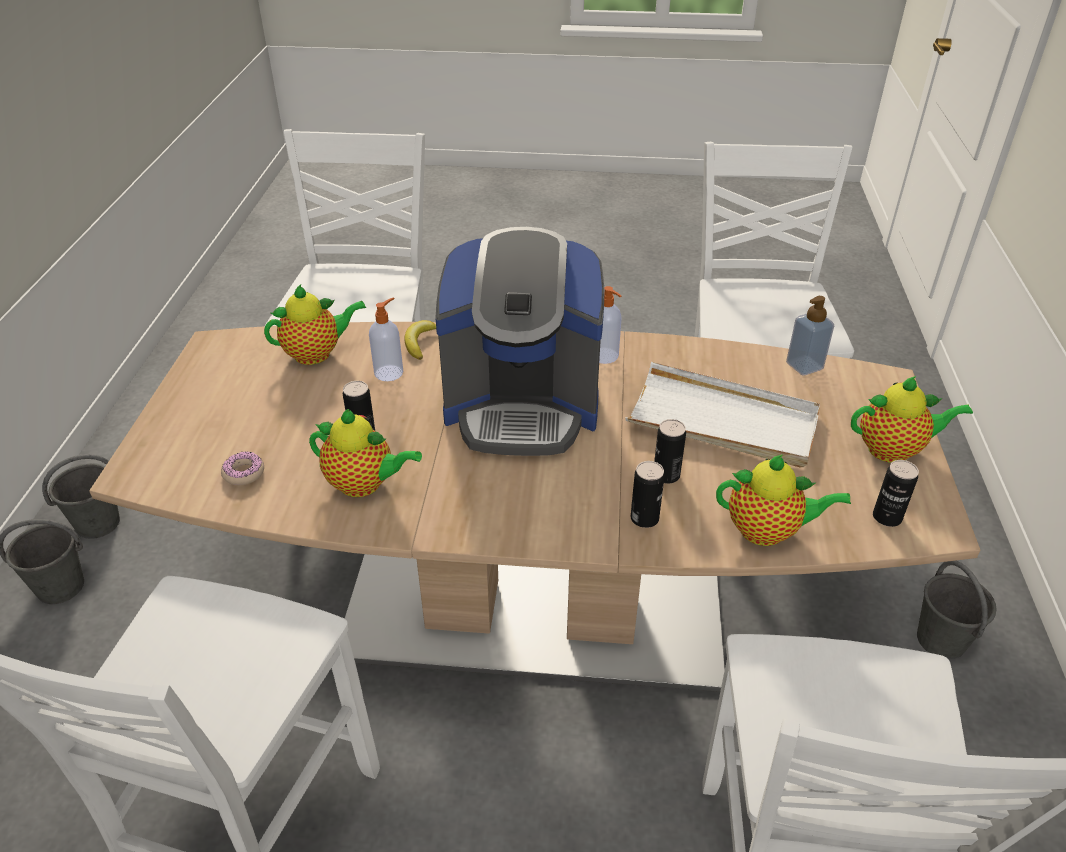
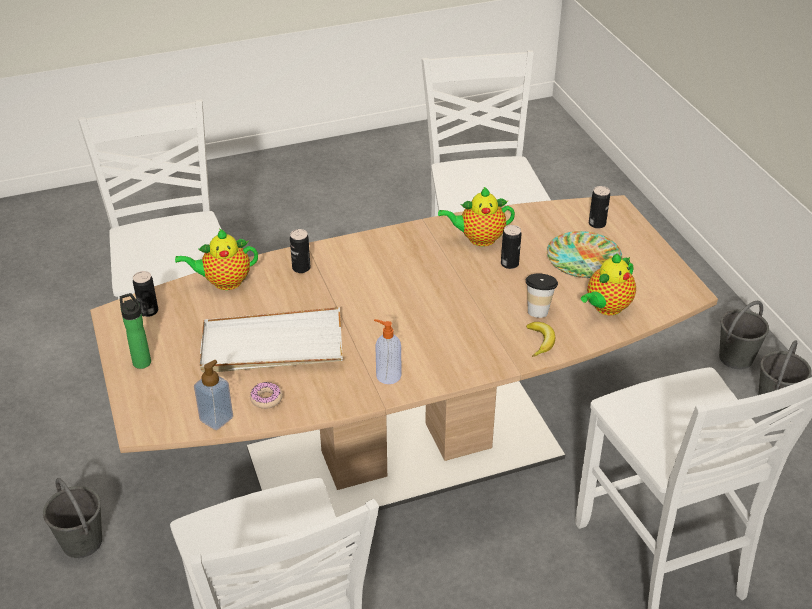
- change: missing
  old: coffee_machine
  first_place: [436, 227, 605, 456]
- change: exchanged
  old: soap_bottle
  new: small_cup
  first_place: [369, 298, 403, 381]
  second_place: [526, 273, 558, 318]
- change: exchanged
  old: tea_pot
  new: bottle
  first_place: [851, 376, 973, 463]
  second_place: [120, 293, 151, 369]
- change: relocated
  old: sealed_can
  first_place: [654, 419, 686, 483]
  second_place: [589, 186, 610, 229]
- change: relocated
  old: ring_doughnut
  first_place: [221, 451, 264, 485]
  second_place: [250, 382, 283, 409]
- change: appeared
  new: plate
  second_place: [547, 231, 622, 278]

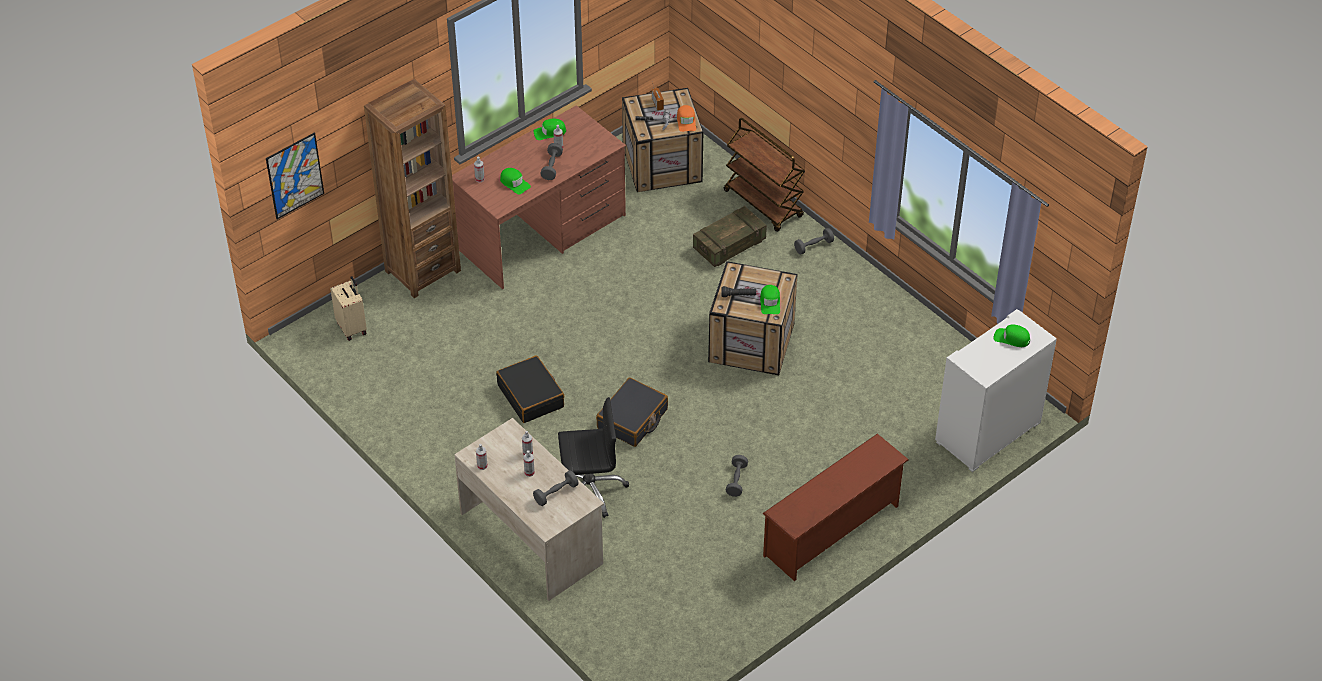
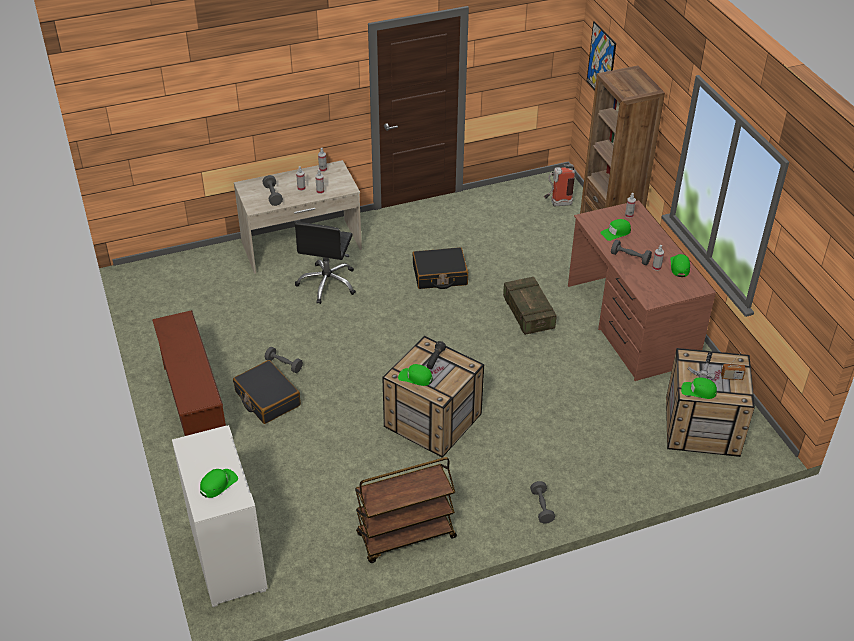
- change: colour
  old: orange-coloured_peaked_cap
  new: greenish_peaked_cap
  first_place: [677, 105, 696, 132]
  second_place: [681, 377, 717, 399]
- change: relocated
  old: brownish_trolley
  first_place: [724, 118, 805, 232]
  second_place: [355, 457, 457, 563]
- change: relocated
  old: packing_crate
  first_place: [693, 206, 767, 267]
  second_place: [503, 277, 557, 335]
- change: exchanged
  old: beige-coloured_piece_of_luggage
  new: extinguisher
  first_place: [330, 276, 367, 341]
  second_place: [544, 164, 575, 206]
- change: relocated
  old: black_piece_of_luggage
  first_place: [596, 377, 668, 447]
  second_place: [233, 360, 301, 424]

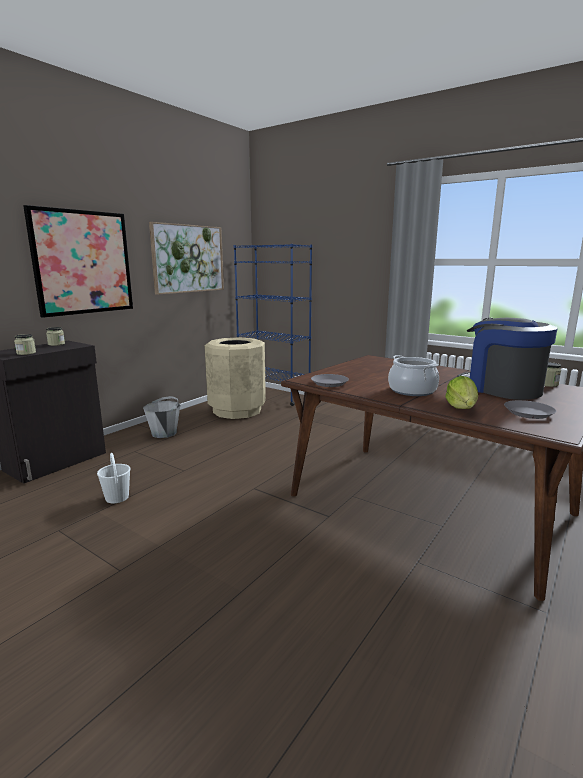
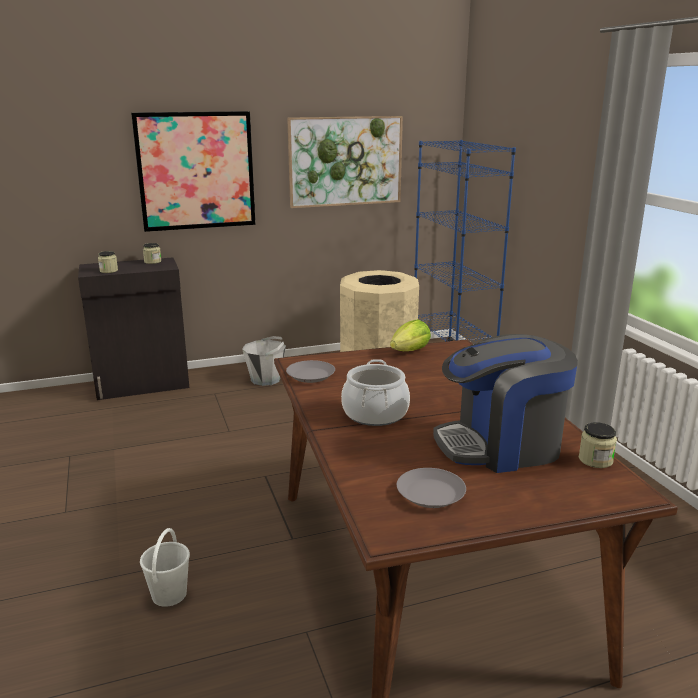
- change: spun
  old: coffee_machine
  first_place: [457, 318, 558, 400]
  second_place: [433, 334, 578, 473]
  degrees: -105
- change: relocated
  old: head_of_lettuce
  first_place: [445, 376, 478, 409]
  second_place: [390, 319, 431, 351]
- change: relocated
  old: white-coloured_pail
  first_place: [97, 453, 131, 503]
  second_place: [140, 528, 190, 607]

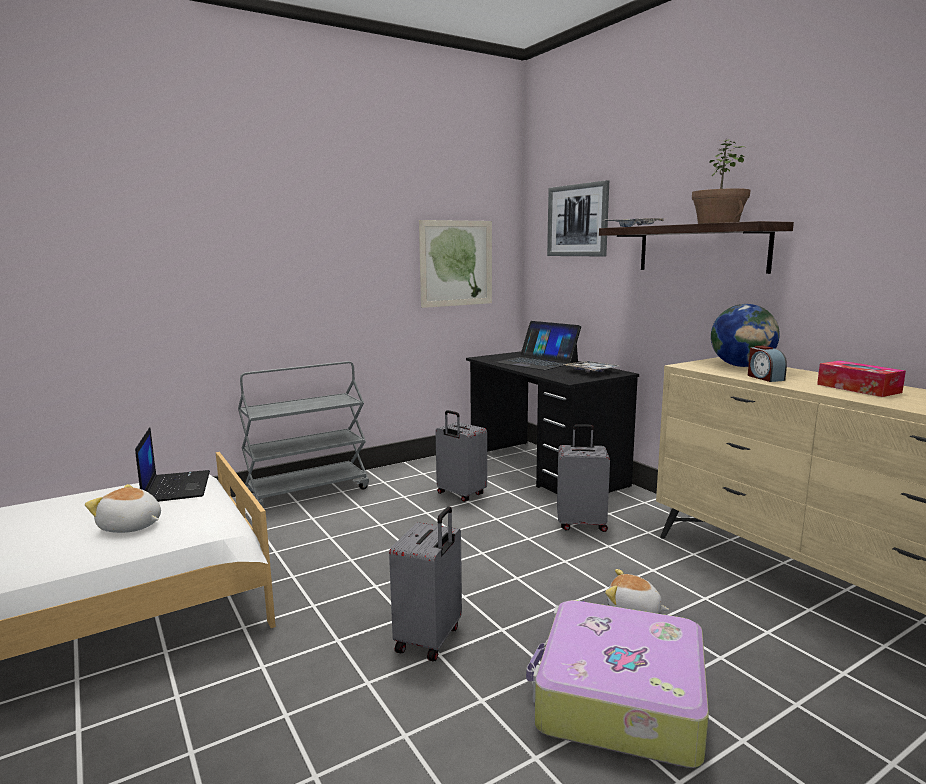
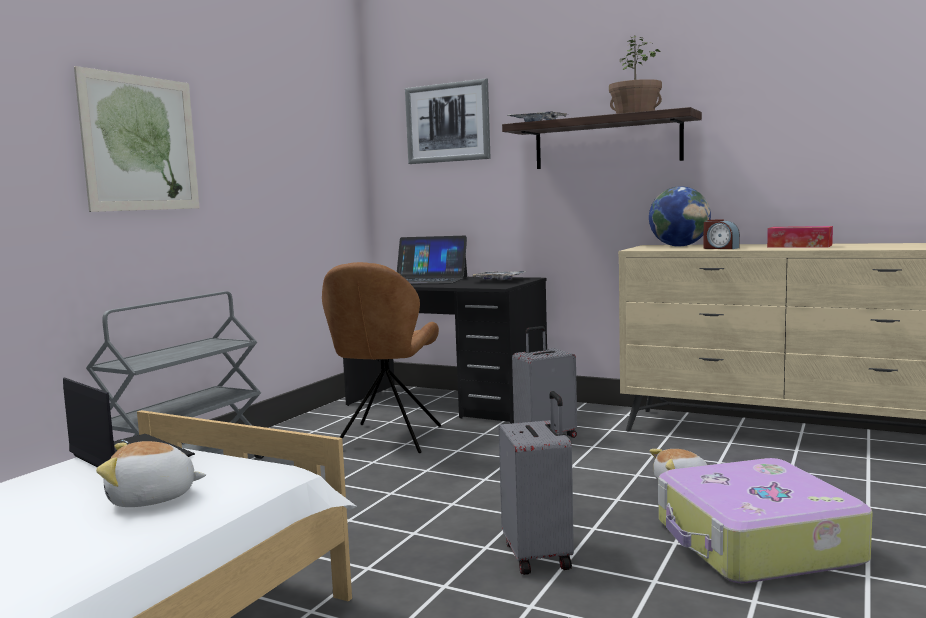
- change: relocated
  old: wall_picture
  first_place: [419, 220, 492, 308]
  second_place: [74, 66, 200, 212]
- change: exchanged
  old: greyish_piece_of_luggage
  new: brownish_chair
  first_place: [435, 410, 487, 502]
  second_place: [322, 262, 441, 453]

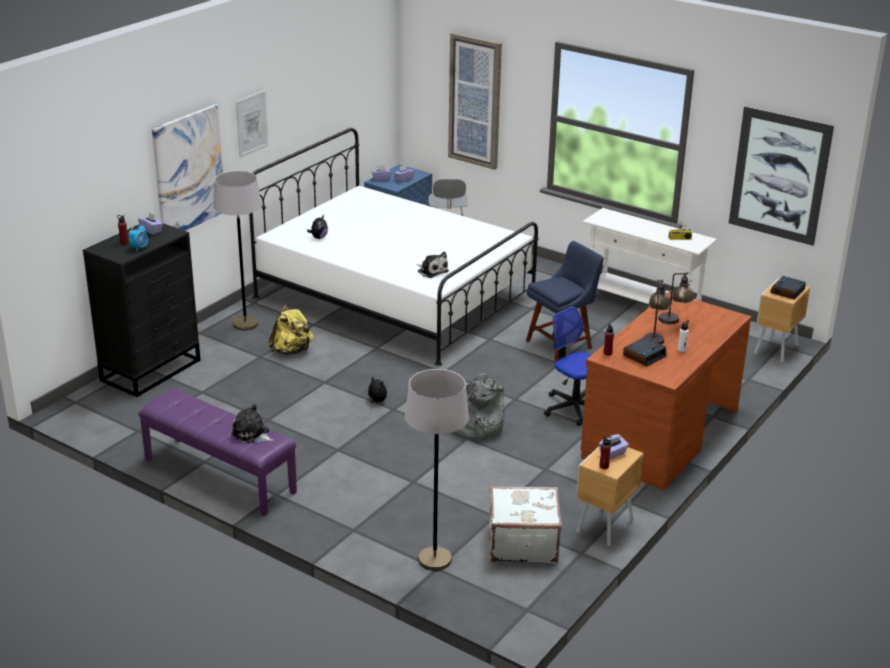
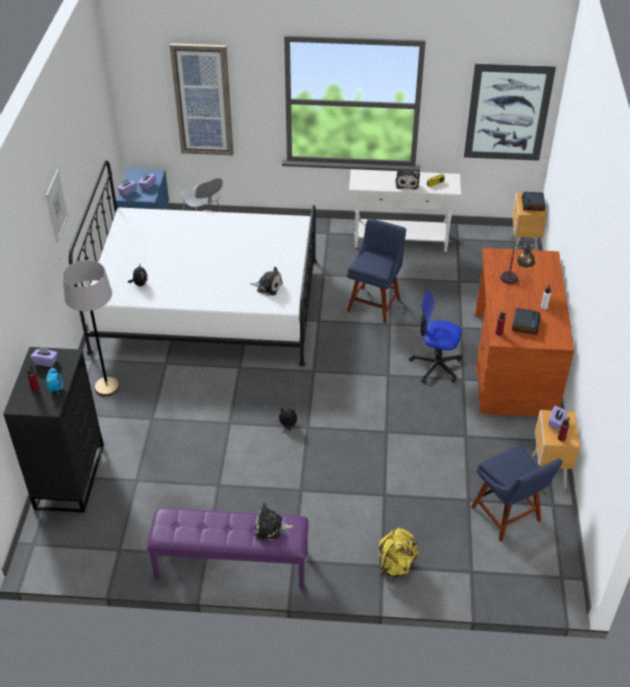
- change: missing
  old: wall_picture
  first_place: [152, 104, 223, 231]
- change: missing
  old: tabletop_lamp
  first_place: [644, 280, 671, 345]
- change: relocated
  old: yellowish_rucksack
  first_place: [268, 304, 313, 355]
  second_place: [379, 528, 418, 579]
- change: missing
  old: greyish_standard_lamp
  first_place: [405, 369, 469, 571]
- change: missing
  old: greyish_rucksack
  first_place: [454, 373, 505, 441]
- change: exchanged
  old: white-coloured_piece_of_luggage
  new: blue_chair
  first_place: [489, 486, 562, 563]
  second_place: [471, 445, 563, 542]
- change: appeared
  new: soft_toy
  second_place: [395, 170, 420, 190]

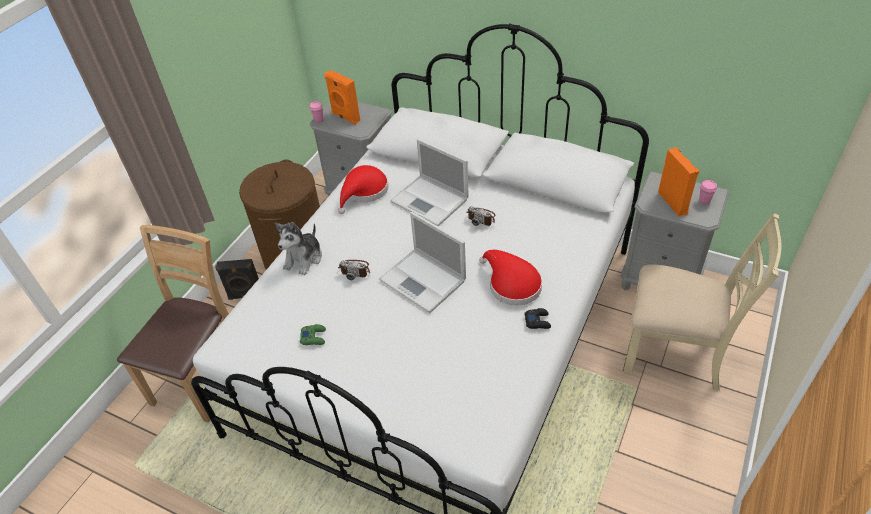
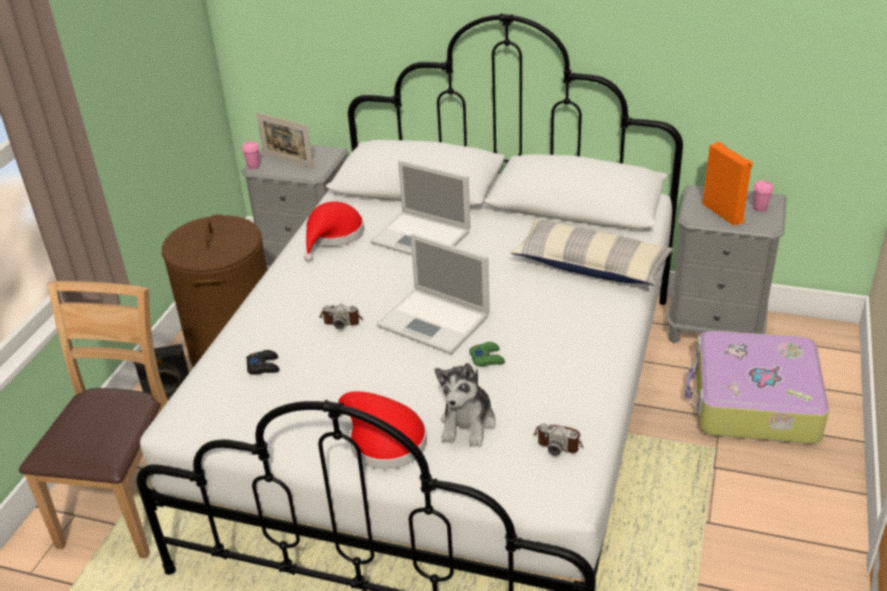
- change: exchanged
  old: orange-coloured_loudspeaker
  new: standing_frame
  first_place: [324, 70, 360, 125]
  second_place: [256, 113, 314, 168]
- change: relocated
  old: still_camera
  first_place: [466, 206, 495, 226]
  second_place: [534, 423, 583, 456]
- change: exchanged
  old: beige-coloured_chair
  new: piece_of_luggage
  first_place: [623, 213, 782, 390]
  second_place: [685, 331, 829, 444]
- change: relocated
  old: soft_toy
  first_place: [275, 222, 322, 275]
  second_place: [435, 363, 496, 448]
- change: relocated
  old: red_wearable_hat
  first_place: [479, 250, 542, 306]
  second_place: [338, 391, 427, 469]
- change: relocated
  old: black_joypad
  first_place: [524, 308, 551, 329]
  second_place: [246, 350, 280, 375]
- change: relocated
  old: greenish_joypad
  first_place: [300, 324, 326, 345]
  second_place: [469, 342, 505, 367]
- change: appeared
  new: cushion
  second_place: [510, 219, 673, 286]

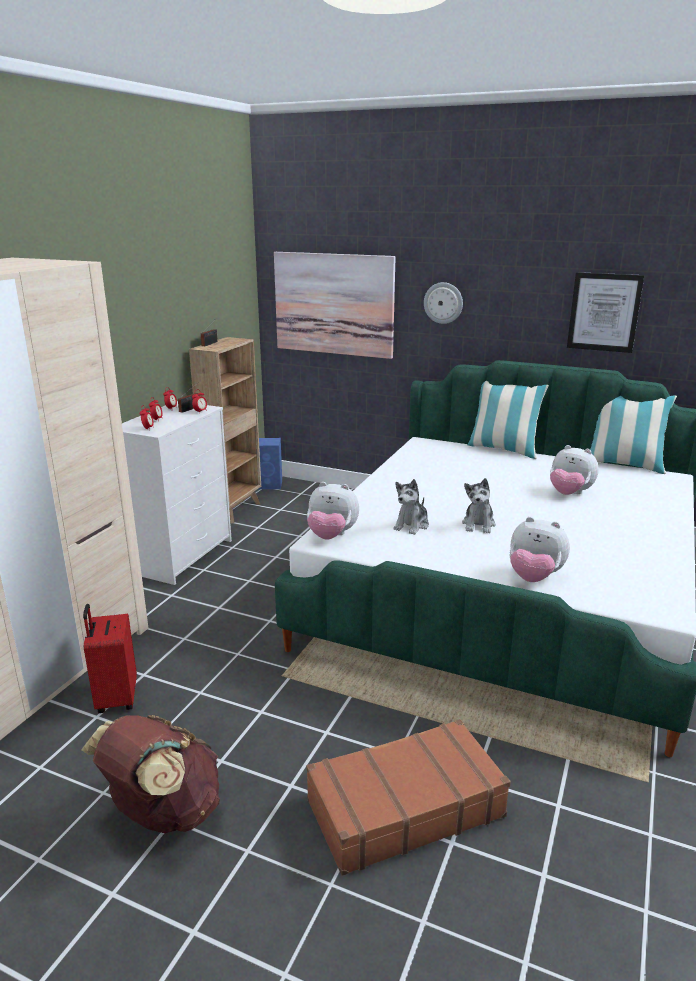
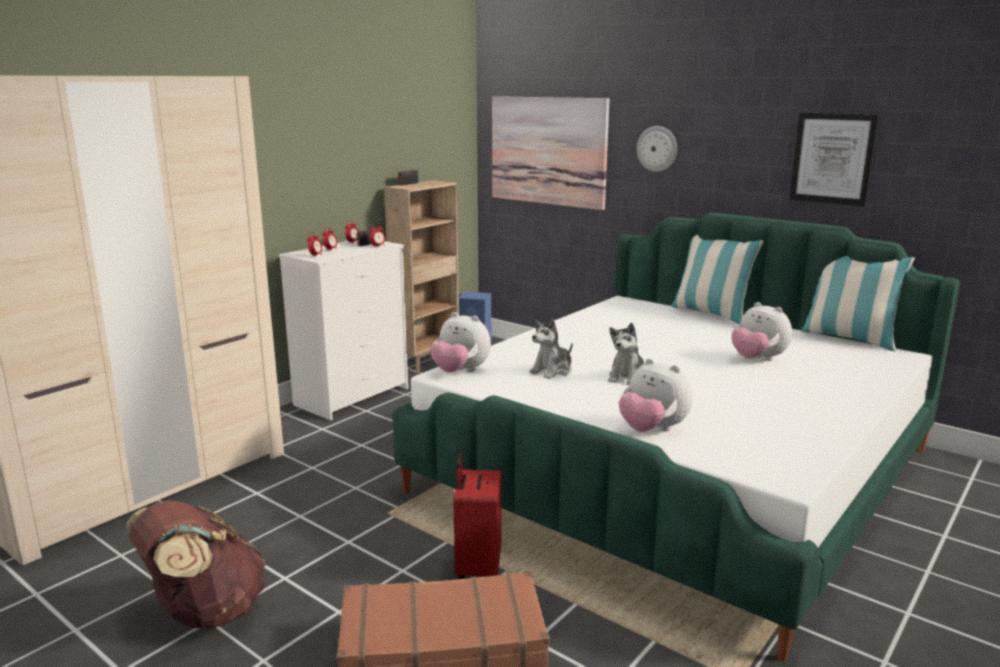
- change: relocated
  old: red_piece_of_luggage
  first_place: [83, 604, 137, 713]
  second_place: [453, 452, 501, 579]

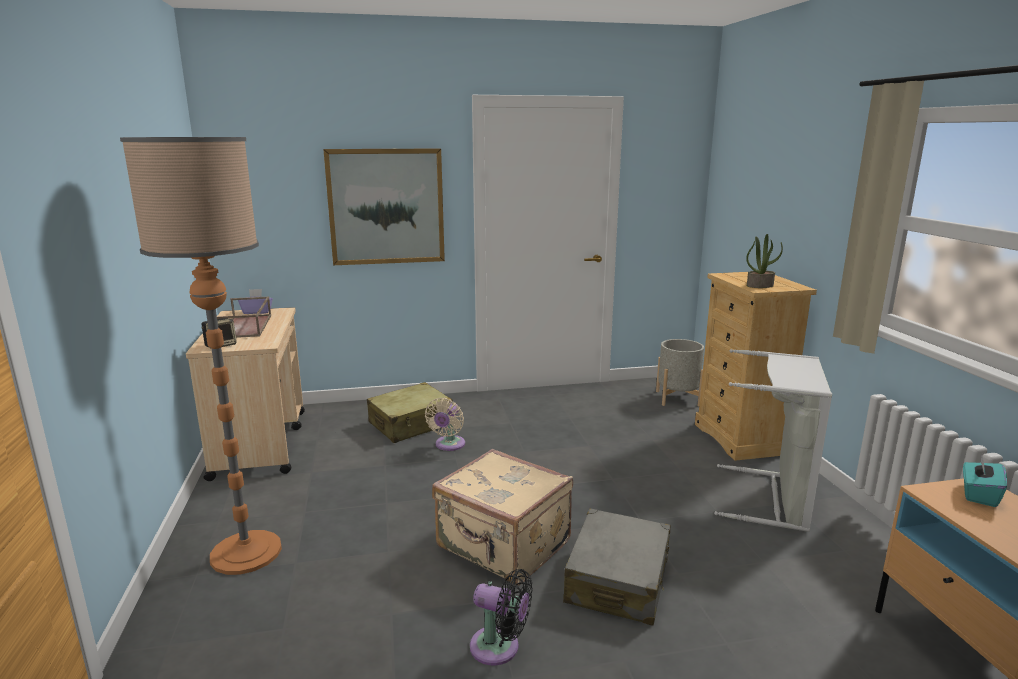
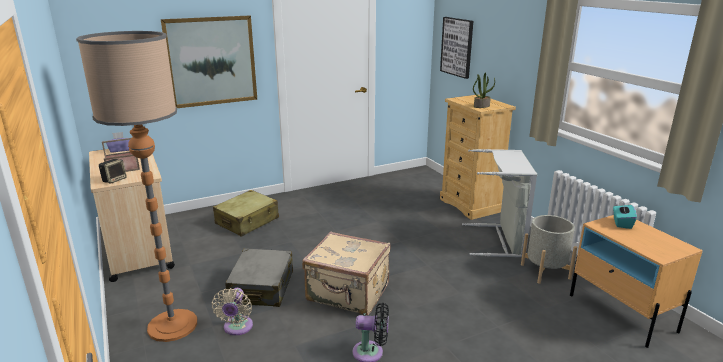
- change: relocated
  old: greyish_flower_pot
  first_place: [656, 339, 704, 406]
  second_place: [521, 215, 577, 284]
- change: relocated
  old: beige-coloured_cooling_fan
  first_place: [425, 398, 465, 451]
  second_place: [211, 288, 253, 336]
- change: relocated
  old: greyish_piece_of_luggage
  first_place: [563, 508, 671, 626]
  second_place: [225, 248, 293, 307]
- change: appeared
  new: wall_picture
  second_place: [440, 17, 473, 79]

